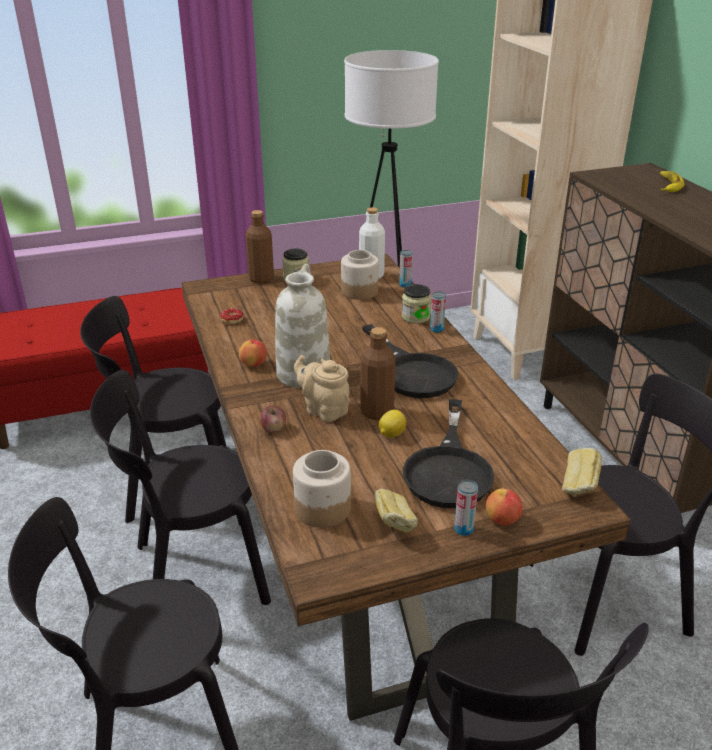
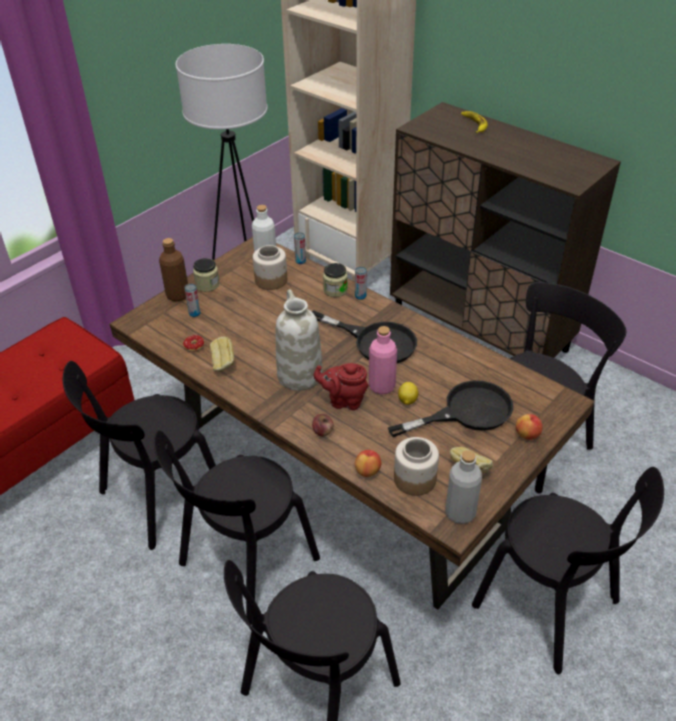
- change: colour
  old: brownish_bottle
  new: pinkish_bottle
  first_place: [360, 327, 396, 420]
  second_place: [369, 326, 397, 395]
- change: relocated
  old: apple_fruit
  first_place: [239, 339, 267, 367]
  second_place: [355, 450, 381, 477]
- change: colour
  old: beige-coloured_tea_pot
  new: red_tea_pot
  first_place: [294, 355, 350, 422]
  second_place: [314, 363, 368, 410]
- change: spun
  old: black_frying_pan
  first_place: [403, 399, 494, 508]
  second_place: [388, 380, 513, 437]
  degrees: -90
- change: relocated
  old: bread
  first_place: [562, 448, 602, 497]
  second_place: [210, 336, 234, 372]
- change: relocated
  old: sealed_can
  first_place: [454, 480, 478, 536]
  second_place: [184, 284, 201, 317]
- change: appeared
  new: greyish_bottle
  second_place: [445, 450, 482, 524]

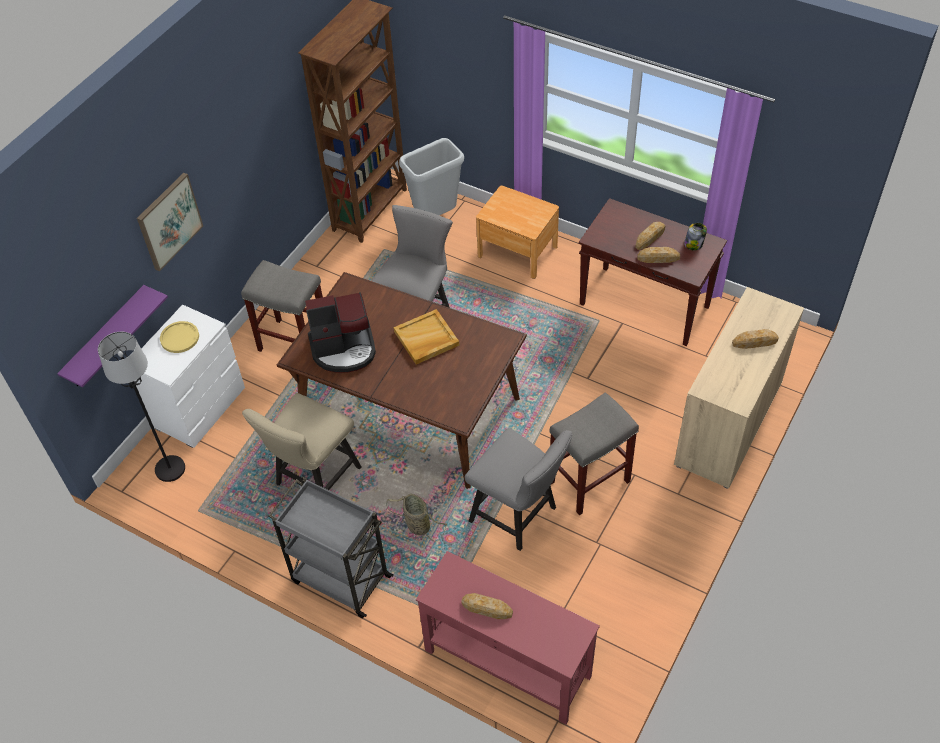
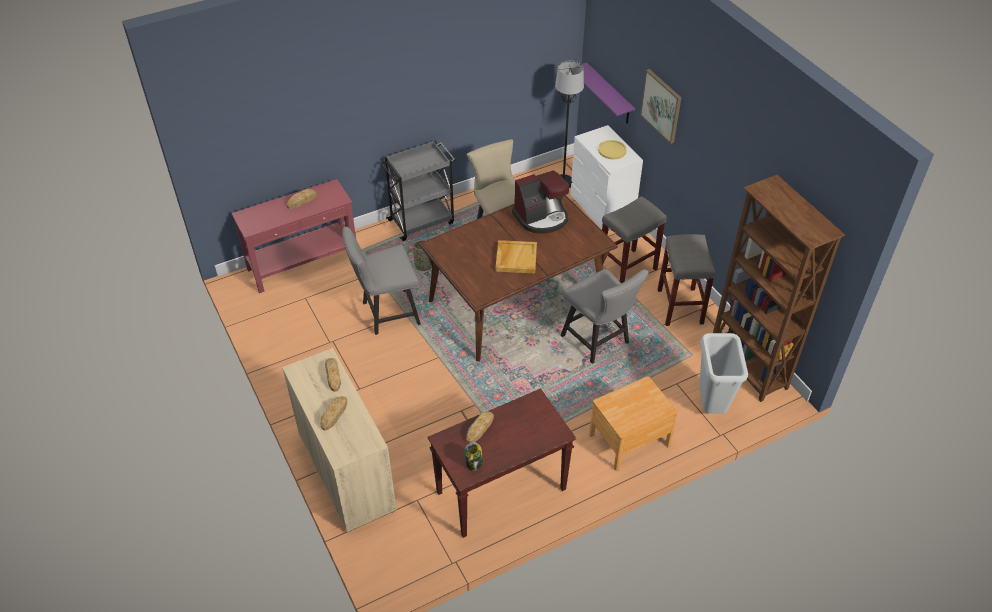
- change: relocated
  old: bread
  first_place: [635, 222, 665, 250]
  second_place: [325, 358, 341, 392]
- change: spun
  old: coffee_machine
  first_place: [305, 292, 376, 373]
  second_place: [512, 170, 569, 233]
  degrees: -135
- change: relocated
  old: greyish_stool
  first_place: [550, 392, 639, 515]
  second_place: [658, 234, 716, 326]

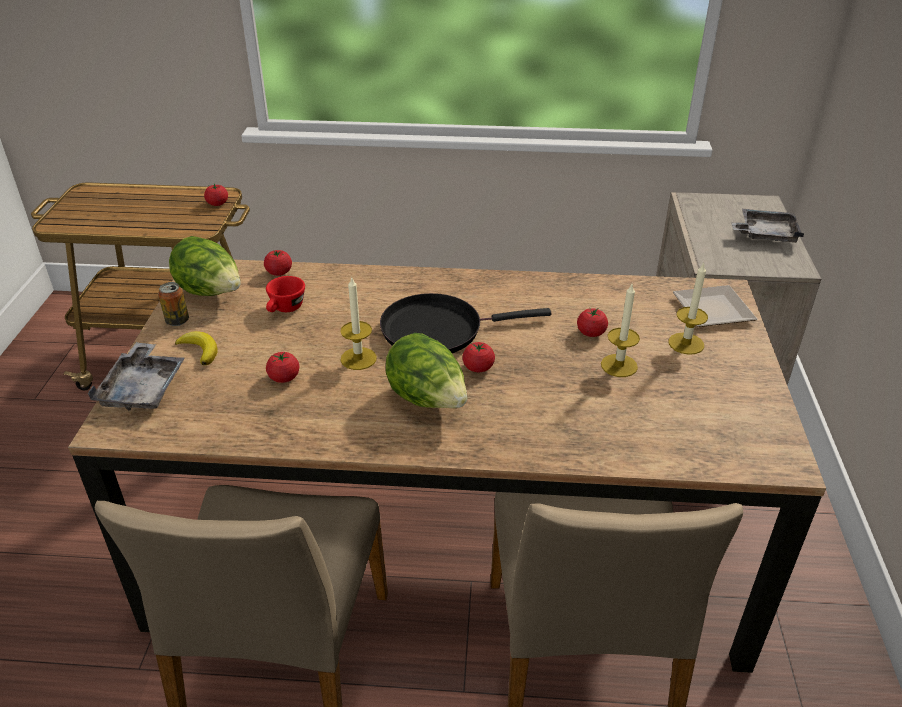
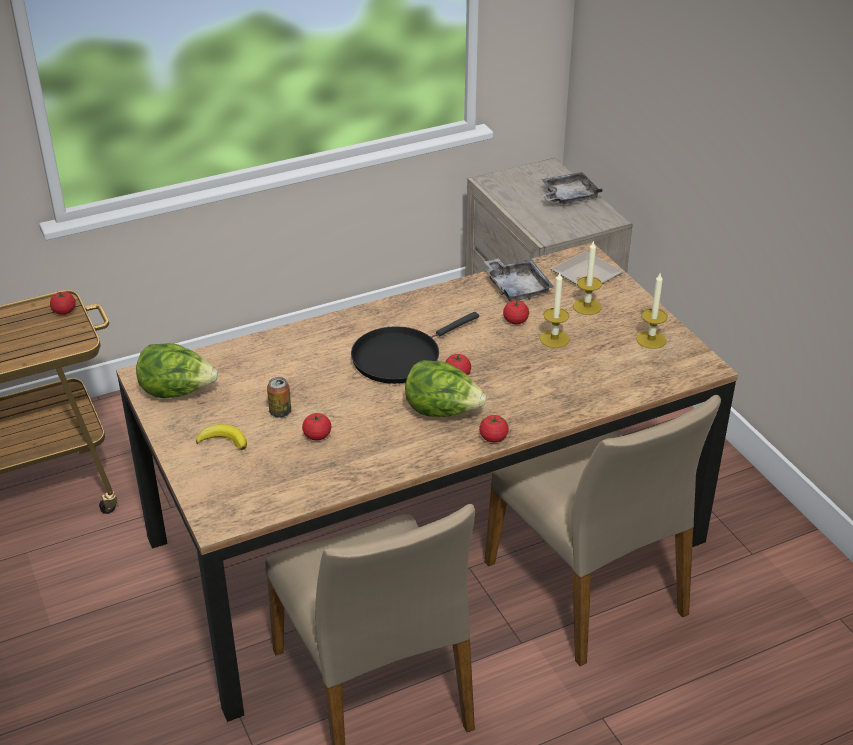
- change: relocated
  old: tomato
  first_place: [264, 250, 292, 276]
  second_place: [479, 415, 509, 442]
- change: missing
  old: red_small_cup
  first_place: [266, 276, 305, 312]
- change: relocated
  old: wax_light
  first_place: [340, 276, 377, 370]
  second_place: [636, 274, 668, 349]
- change: relocated
  old: sealed_can
  first_place: [158, 282, 189, 326]
  second_place: [267, 377, 291, 418]
- change: relocated
  old: greyish_carrying_tray
  first_place: [87, 342, 185, 411]
  second_place: [484, 258, 554, 302]

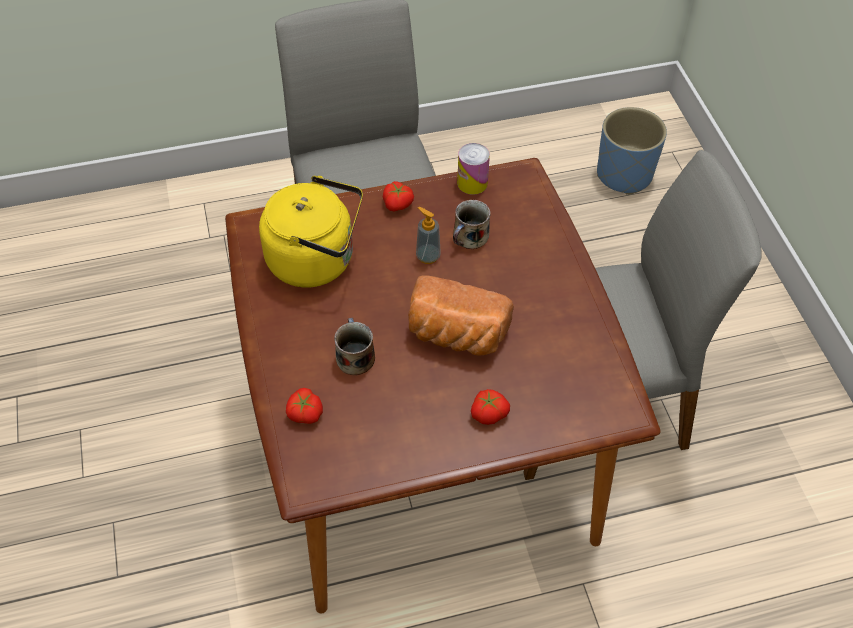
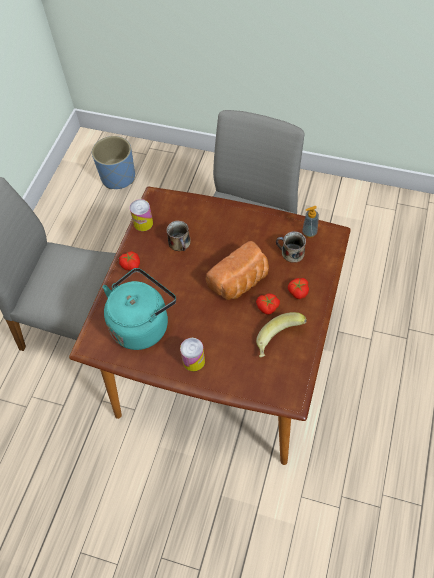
- change: colour
  old: yellowish_tea_kettle
  new: turquoise_tea_kettle
  first_place: [259, 176, 363, 287]
  second_place: [102, 268, 176, 350]
- change: relocated
  old: soap_bottle
  first_place: [416, 207, 441, 264]
  second_place: [302, 206, 319, 238]
- change: relocated
  old: mug
  first_place: [334, 318, 375, 375]
  second_place: [276, 231, 306, 263]
- change: relocated
  old: tomato
  first_place: [286, 388, 323, 424]
  second_place: [256, 293, 280, 315]
- change: appeared
  new: banana_fruit
  second_place: [256, 312, 307, 357]
- change: appeared
  new: sealed_can
  second_place: [180, 338, 205, 372]

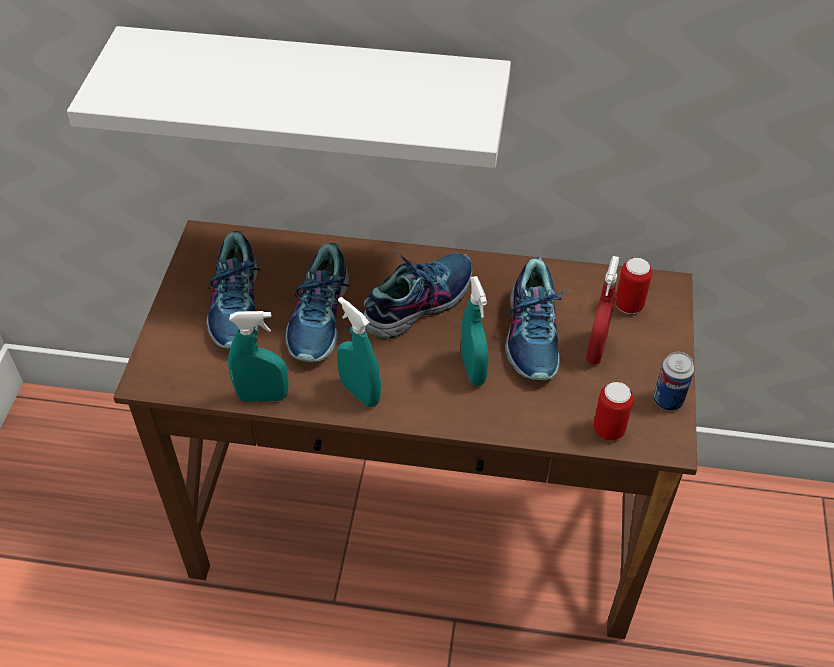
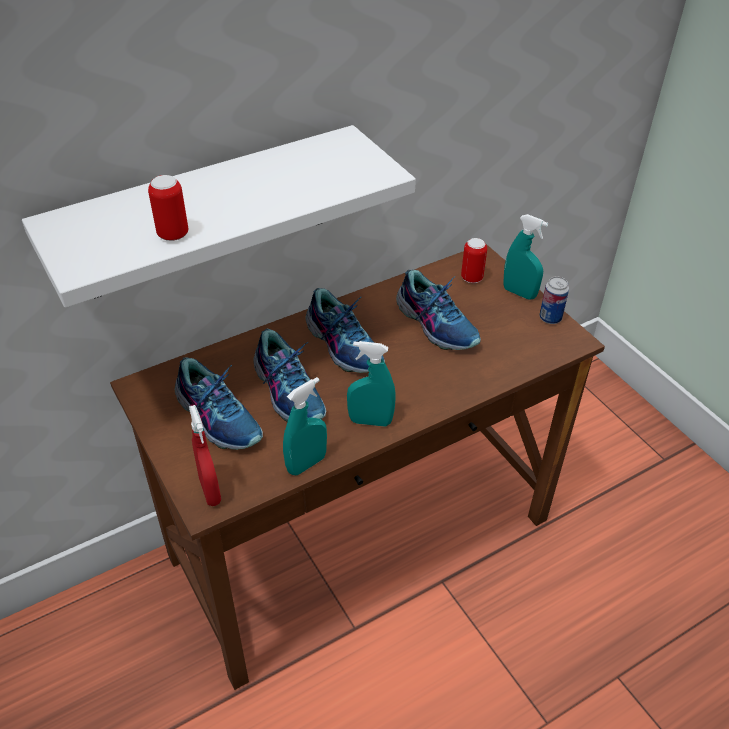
- change: spun
  old: low_shoe
  first_place: [364, 249, 472, 340]
  second_place: [306, 288, 385, 373]
  degrees: 135
- change: relocated
  old: red_spray_bottle
  first_place: [586, 256, 619, 364]
  second_place: [189, 405, 221, 506]
- change: relocated
  old: turquoise_spray_bottle
  first_place: [461, 276, 489, 386]
  second_place: [503, 214, 548, 300]
- change: relocated
  old: sealed_can
  first_place: [593, 382, 634, 440]
  second_place: [148, 175, 188, 241]

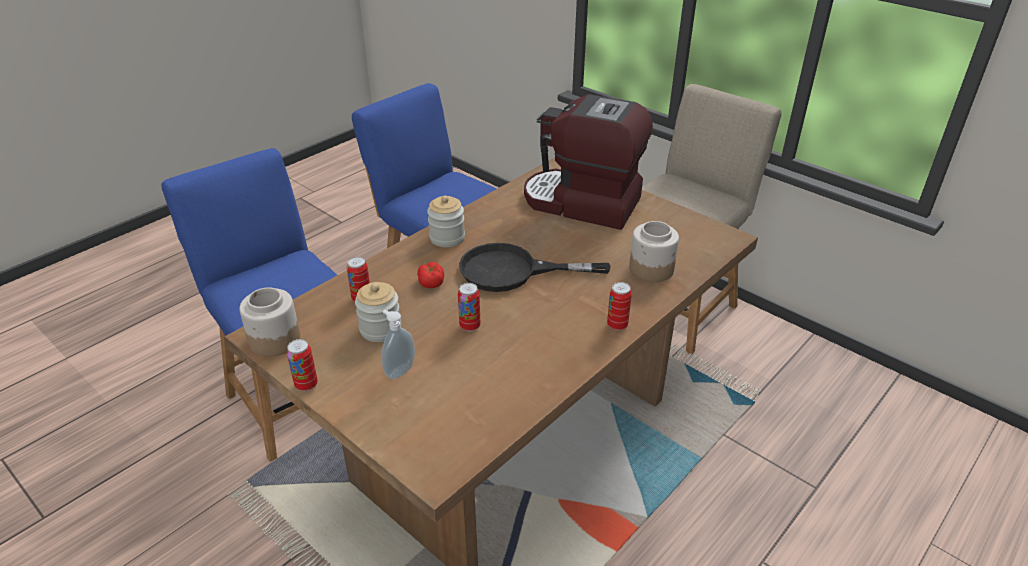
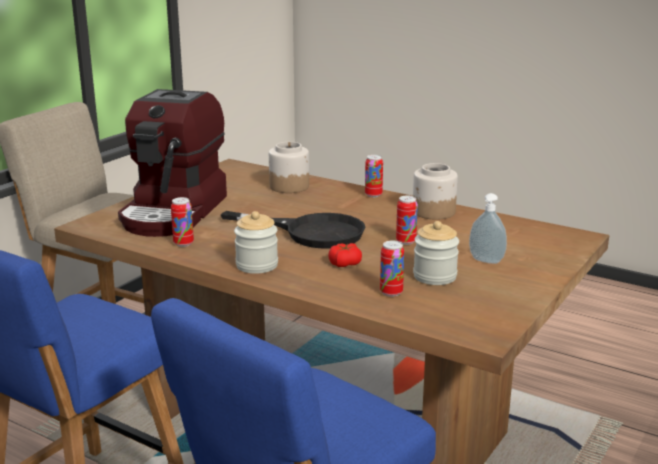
- change: spun
  old: black_frying_pan
  first_place: [459, 243, 611, 292]
  second_place: [221, 211, 366, 249]
  degrees: -60
- change: relocated
  old: jar
  first_place: [239, 287, 300, 357]
  second_place: [413, 163, 458, 220]
- change: relocated
  old: sealed_can
  first_place: [287, 339, 318, 391]
  second_place: [171, 197, 194, 247]

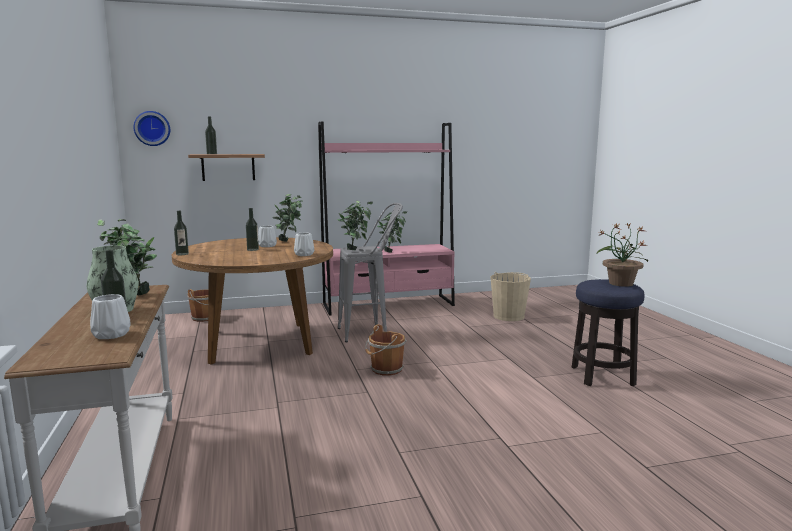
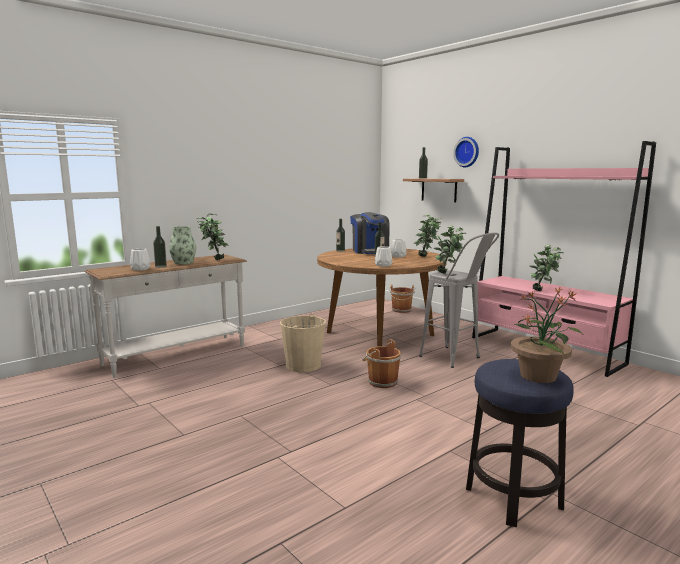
- change: relocated
  old: hanging_clock
  first_place: [133, 111, 170, 146]
  second_place: [453, 137, 479, 167]
- change: relocated
  old: beige-coloured_pail
  first_place: [491, 272, 531, 321]
  second_place: [280, 313, 326, 372]
- change: appeared
  new: coffee_machine
  second_place: [350, 212, 390, 254]

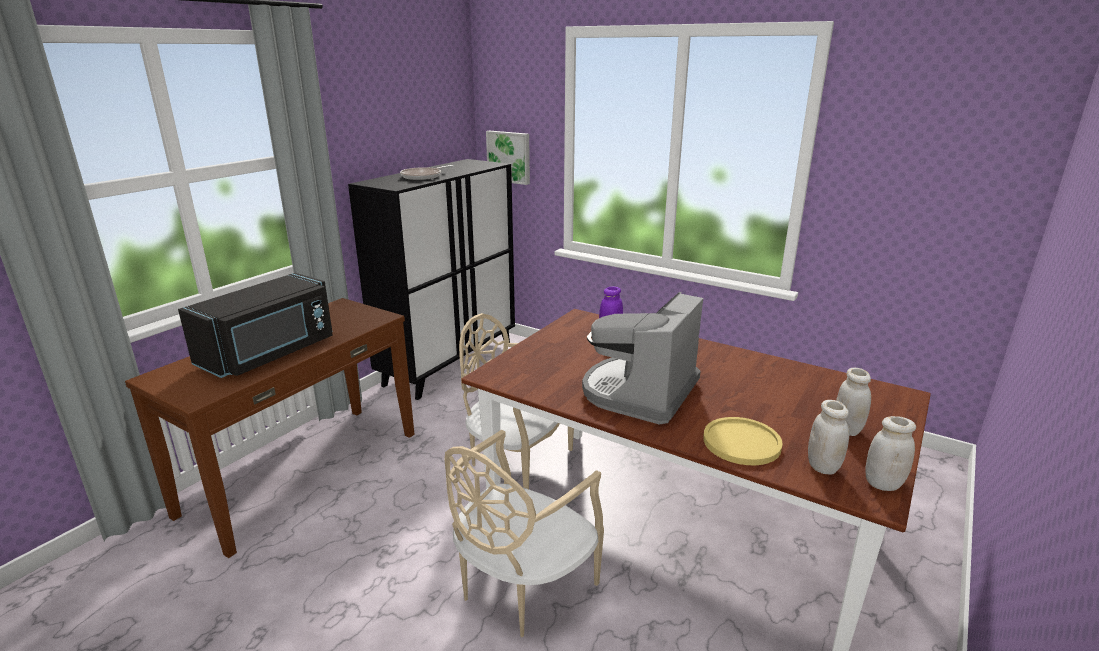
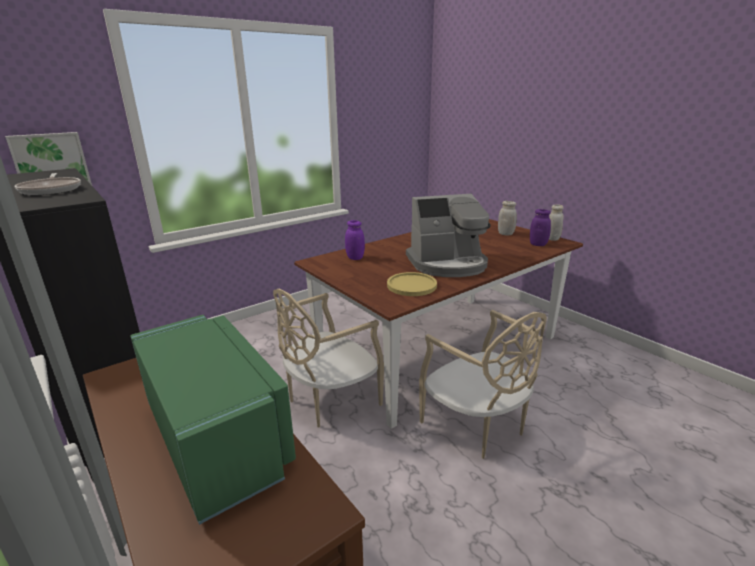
- change: colour
  old: black_microwave
  new: greenish_microwave
  first_place: [178, 273, 333, 378]
  second_place: [130, 315, 296, 525]
- change: spun
  old: coffee_machine
  first_place: [582, 292, 703, 424]
  second_place: [406, 194, 491, 277]
  degrees: -60
- change: colour
  old: white-coloured_jar
  new: purple-coloured_jar
  first_place: [808, 400, 849, 475]
  second_place: [530, 209, 551, 246]
- change: relocated
  old: yellowish_plate
  first_place: [703, 417, 783, 465]
  second_place: [387, 272, 437, 296]

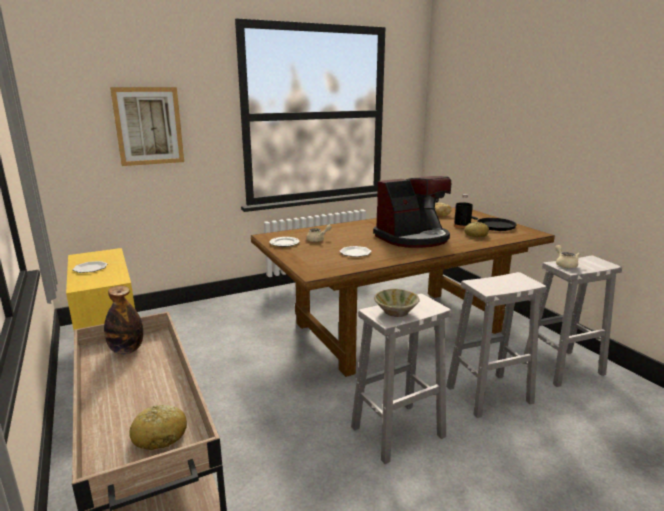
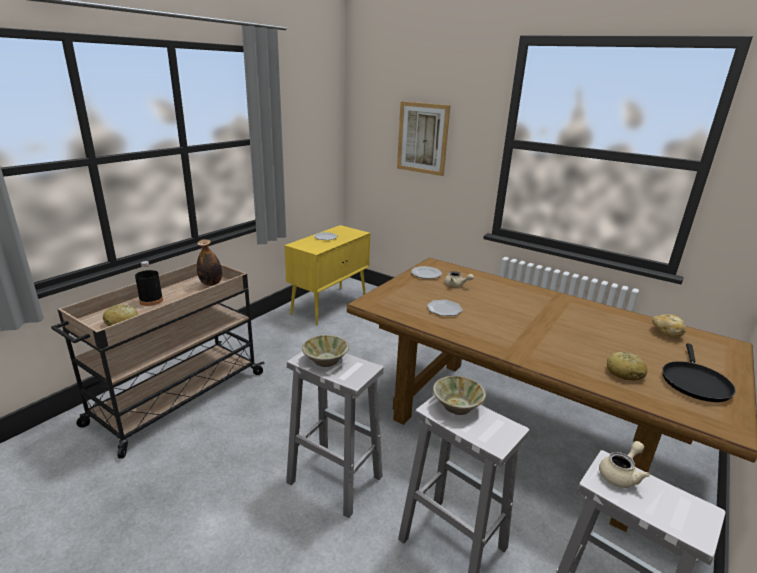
- change: missing
  old: coffee_machine
  first_place: [373, 176, 451, 248]
- change: relocated
  old: black_bottle
  first_place: [454, 194, 473, 229]
  second_place: [135, 261, 163, 306]
- change: appeared
  new: beige-coloured_deep_dish
  second_place: [433, 376, 486, 415]

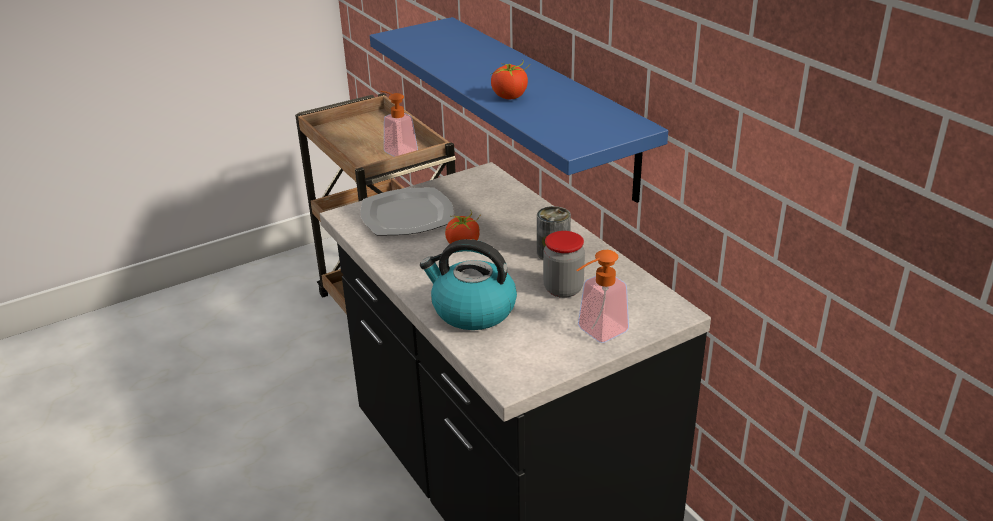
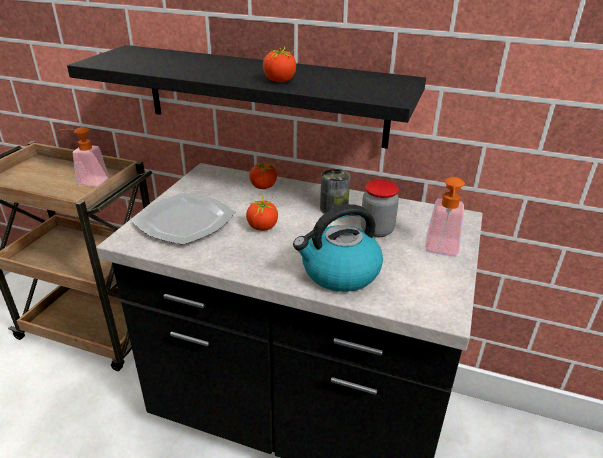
- change: colour
  old: blue_bracket_shelf
  new: black_bracket_shelf
  first_place: [370, 17, 668, 203]
  second_place: [67, 45, 426, 149]
- change: appeared
  new: tomato
  second_place: [249, 162, 277, 189]

